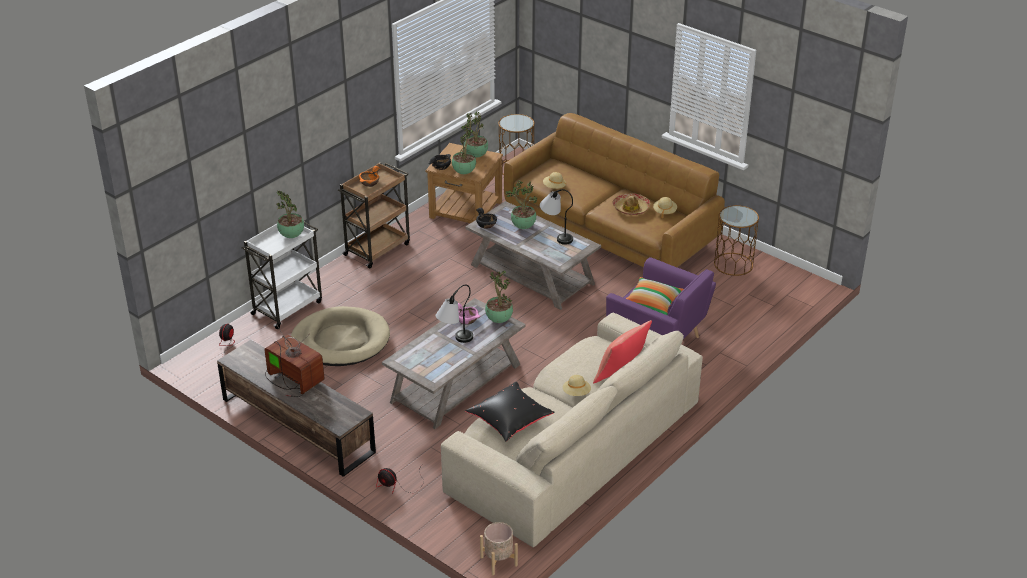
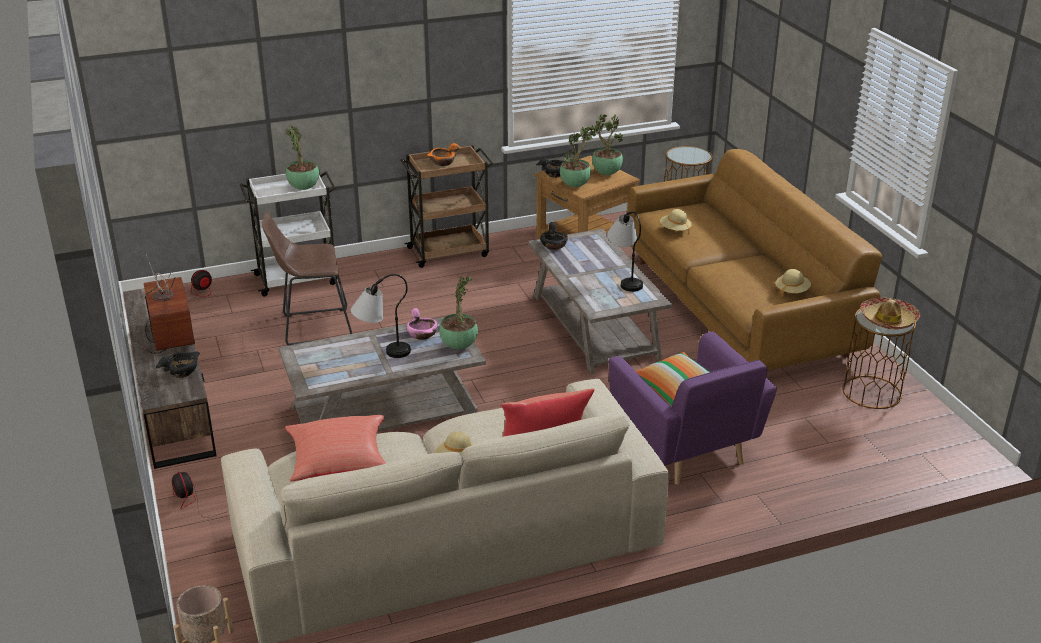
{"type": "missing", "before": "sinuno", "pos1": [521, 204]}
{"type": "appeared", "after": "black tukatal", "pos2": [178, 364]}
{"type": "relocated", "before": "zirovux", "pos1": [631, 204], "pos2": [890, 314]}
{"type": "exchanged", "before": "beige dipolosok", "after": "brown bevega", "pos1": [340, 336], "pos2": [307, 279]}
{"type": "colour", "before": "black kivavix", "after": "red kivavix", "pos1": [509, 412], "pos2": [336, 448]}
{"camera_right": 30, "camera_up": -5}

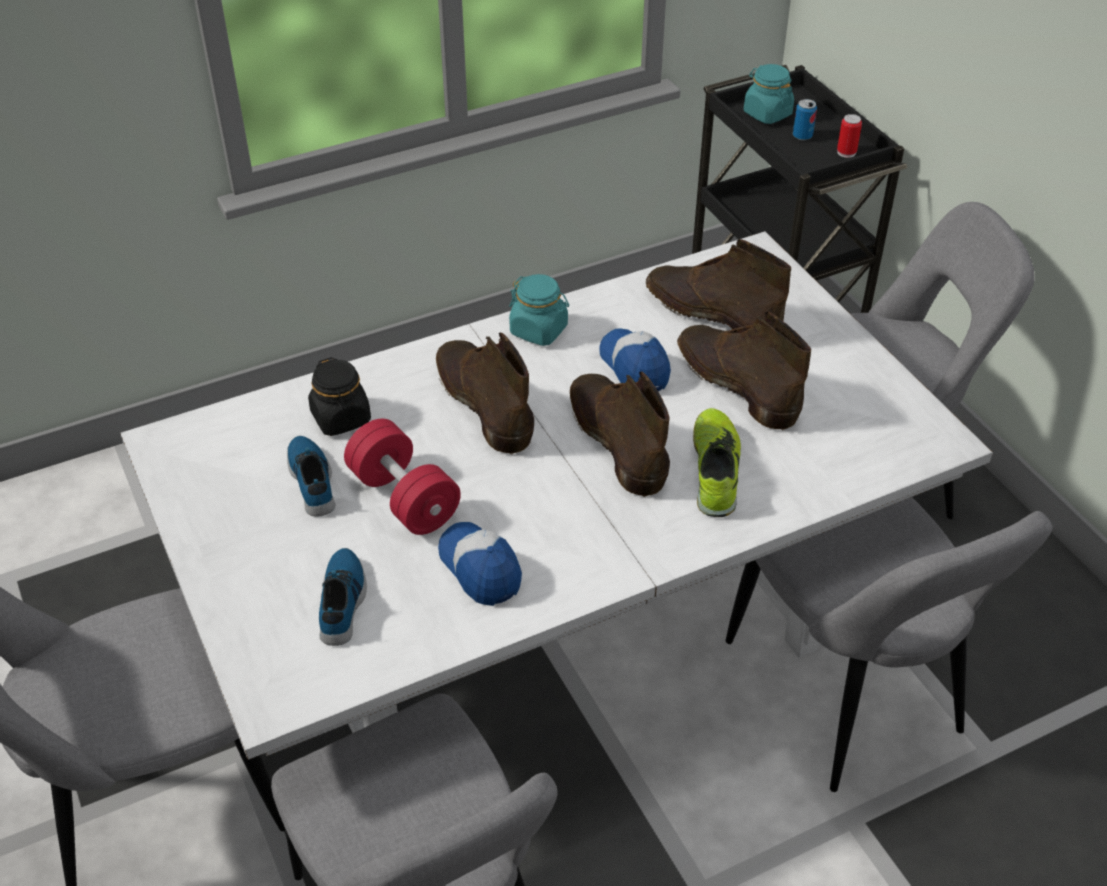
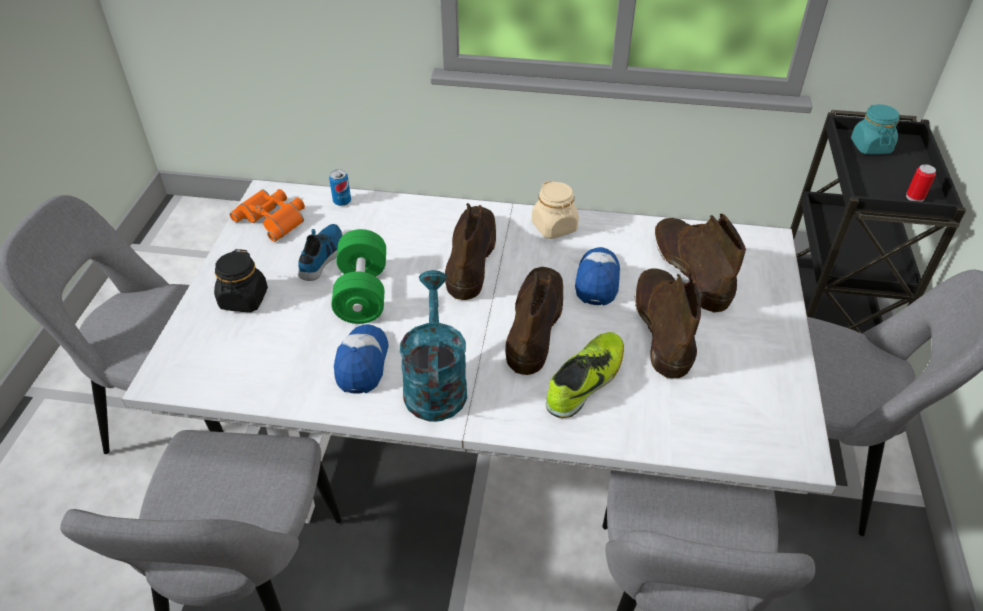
{"type": "missing", "before": "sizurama", "pos1": [343, 597]}
{"type": "appeared", "after": "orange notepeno", "pos2": [267, 215]}
{"type": "appeared", "after": "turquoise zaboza", "pos2": [433, 346]}
{"type": "relocated", "before": "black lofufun", "pos1": [339, 396], "pos2": [241, 280]}
{"type": "relocated", "before": "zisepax", "pos1": [805, 120], "pos2": [340, 187]}
{"type": "colour", "before": "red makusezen", "after": "green makusezen", "pos1": [402, 477], "pos2": [358, 276]}
{"type": "colour", "before": "turquoise lofufun", "after": "beige lofufun", "pos1": [539, 310], "pos2": [555, 209]}
{"camera_right": 35, "camera_up": 0}

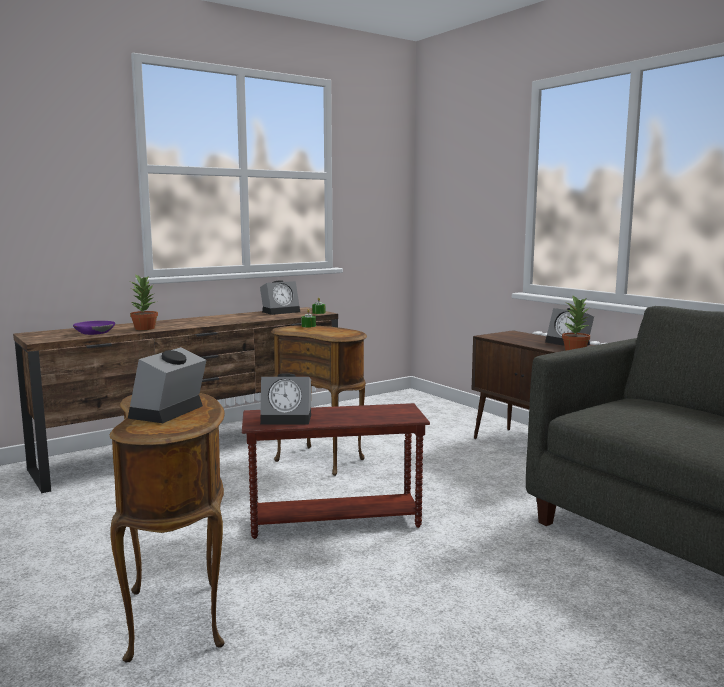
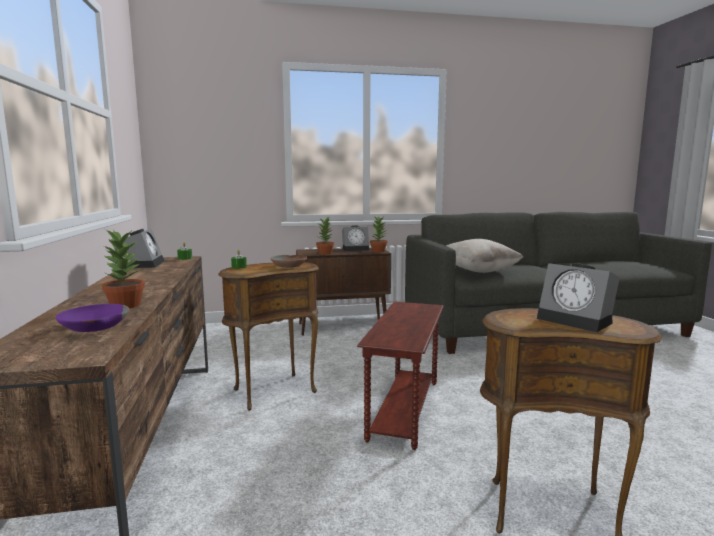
{"type": "missing", "before": "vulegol", "pos1": [285, 399]}
{"type": "appeared", "after": "brown tukatal", "pos2": [288, 261]}
{"type": "appeared", "after": "sinuno", "pos2": [325, 235]}
{"type": "appeared", "after": "beige kivavix", "pos2": [484, 256]}
{"camera_right": -65, "camera_up": 0}

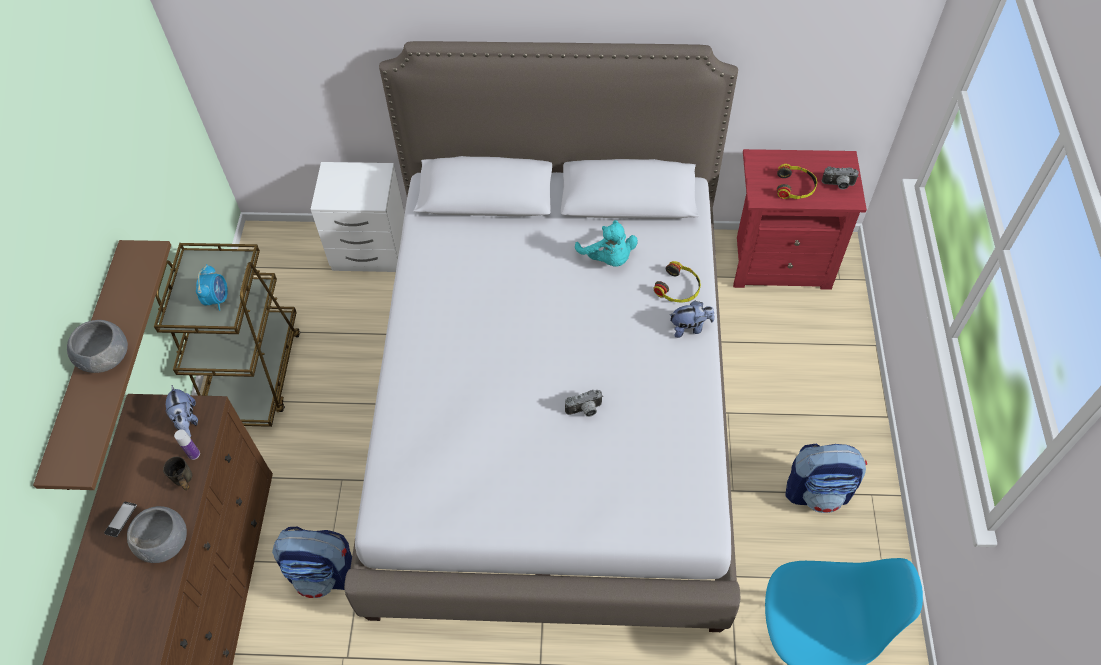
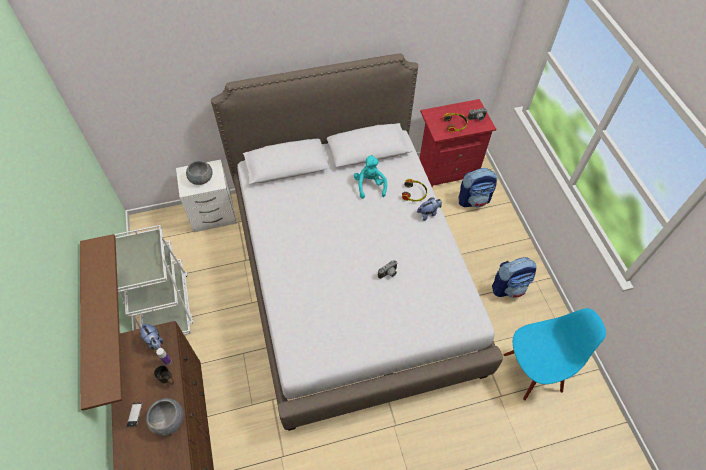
{"type": "missing", "before": "vulegol", "pos1": [212, 287]}
{"type": "relocated", "before": "grey tukatal", "pos1": [97, 346], "pos2": [199, 173]}
{"type": "relocated", "before": "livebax", "pos1": [312, 562], "pos2": [477, 187]}
{"type": "colour", "before": "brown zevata", "after": "white zevata", "pos1": [227, 335], "pos2": [154, 280]}
{"type": "spun", "before": "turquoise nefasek", "pos1": [606, 243], "pos2": [370, 177], "turn": -135}
{"camera_right": -20, "camera_up": 0}

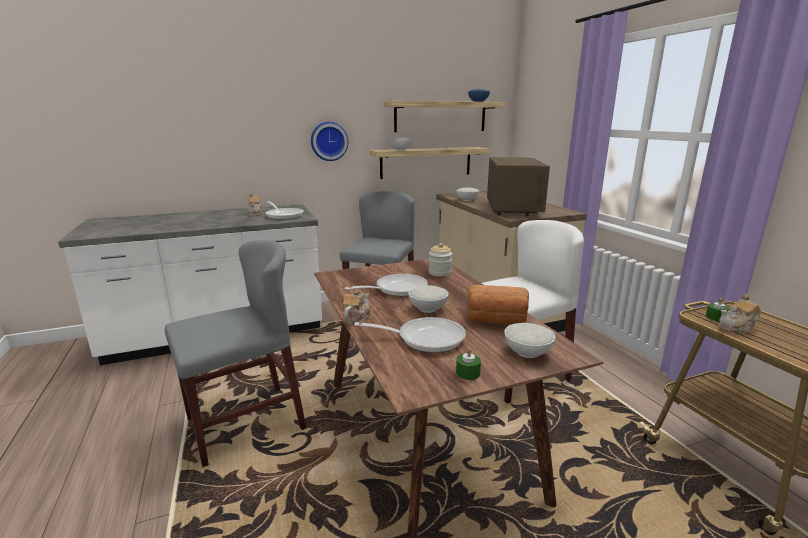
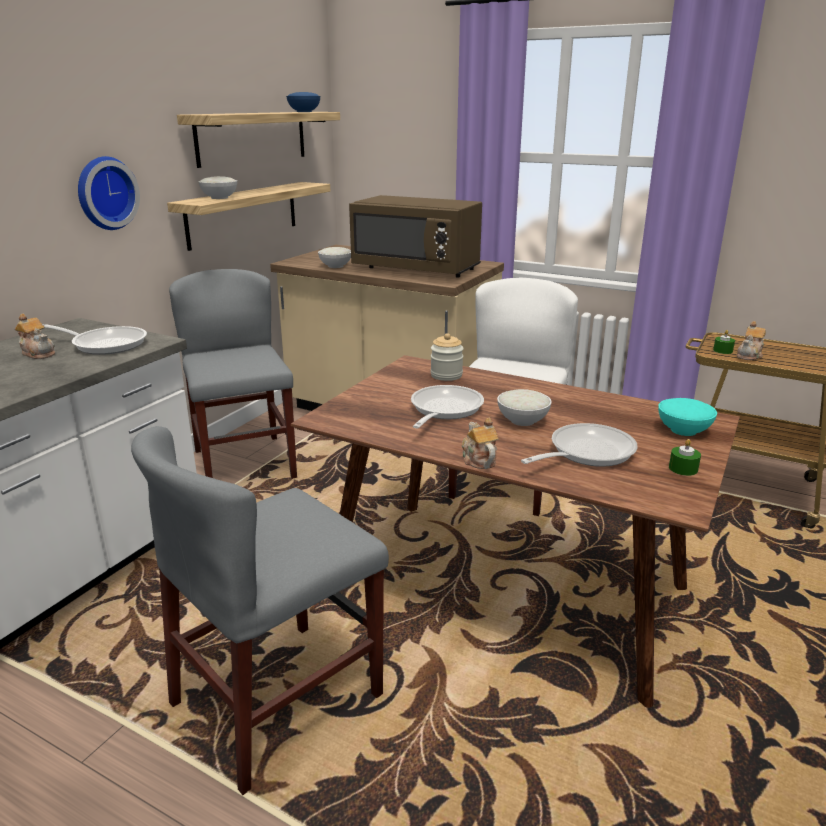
{"type": "missing", "before": "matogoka", "pos1": [498, 305]}
{"type": "colour", "before": "white tukatal", "after": "turquoise tukatal", "pos1": [529, 340], "pos2": [687, 417]}
{"type": "spun", "before": "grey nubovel", "pos1": [235, 353], "pos2": [260, 610], "turn": -150}
{"type": "spun", "before": "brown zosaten", "pos1": [518, 186], "pos2": [415, 236], "turn": 150}
{"camera_right": -40, "camera_up": 5}

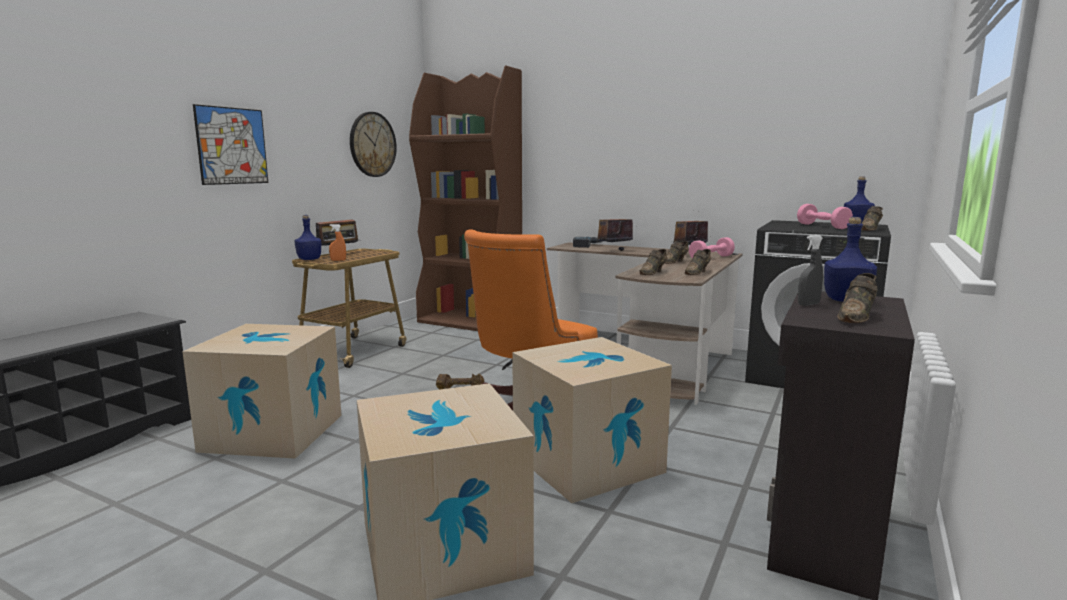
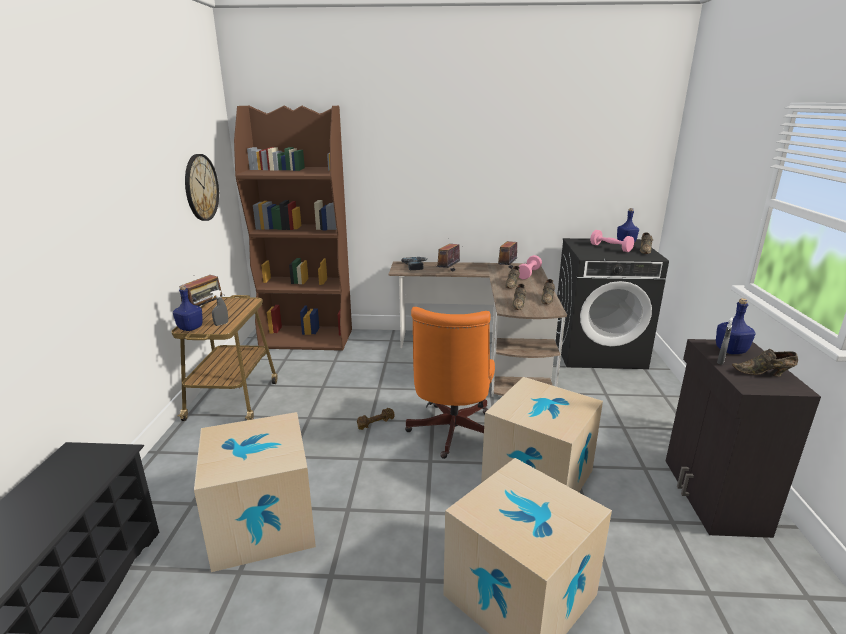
{"type": "missing", "before": "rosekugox", "pos1": [230, 144]}
{"type": "colour", "before": "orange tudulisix", "after": "grey tudulisix", "pos1": [337, 242], "pos2": [219, 308]}
{"type": "spun", "before": "brown sizurama", "pos1": [857, 298], "pos2": [765, 363], "turn": 90}
{"camera_right": -25, "camera_up": 10}

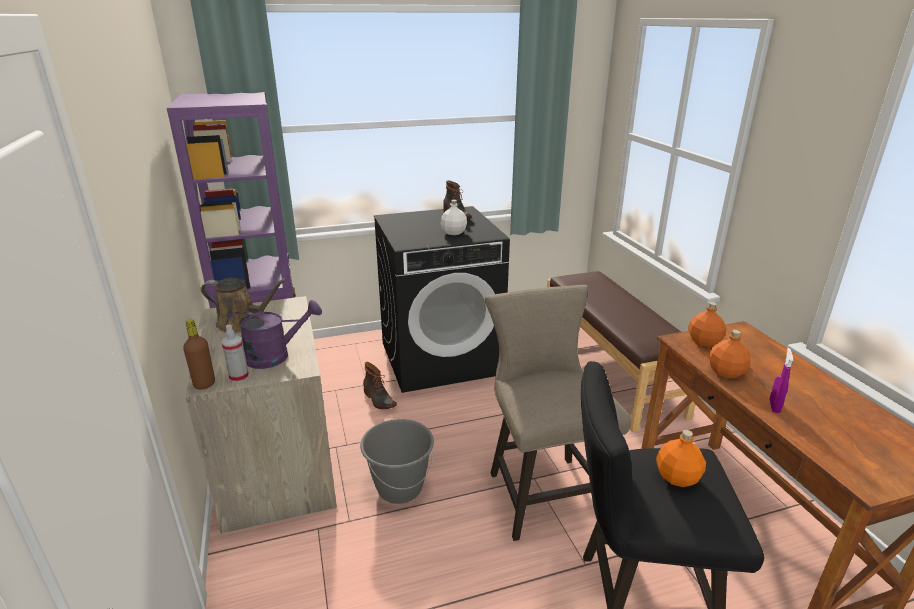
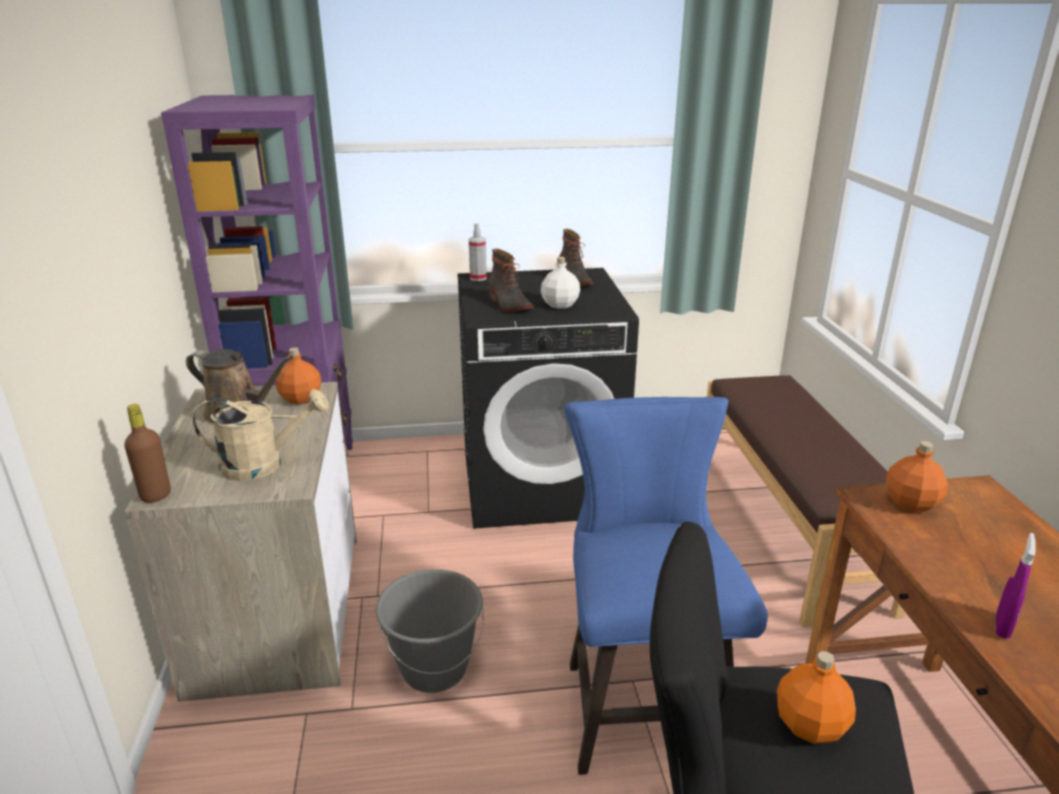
{"type": "relocated", "before": "tudulisix", "pos1": [235, 354], "pos2": [478, 252]}
{"type": "relocated", "before": "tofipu", "pos1": [380, 385], "pos2": [511, 280]}
{"type": "relocated", "before": "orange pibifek", "pos1": [730, 354], "pos2": [298, 376]}
{"type": "colour", "before": "purple zaboza", "after": "beige zaboza", "pos1": [274, 334], "pos2": [260, 435]}
{"type": "colour", "before": "beige bevega", "after": "blue bevega", "pos1": [558, 413], "pos2": [666, 586]}
{"camera_right": 10, "camera_up": 0}

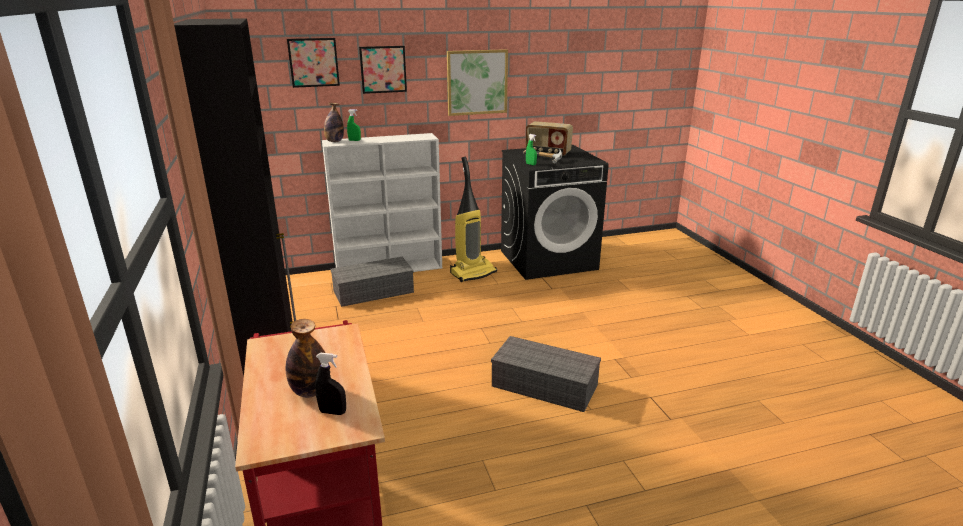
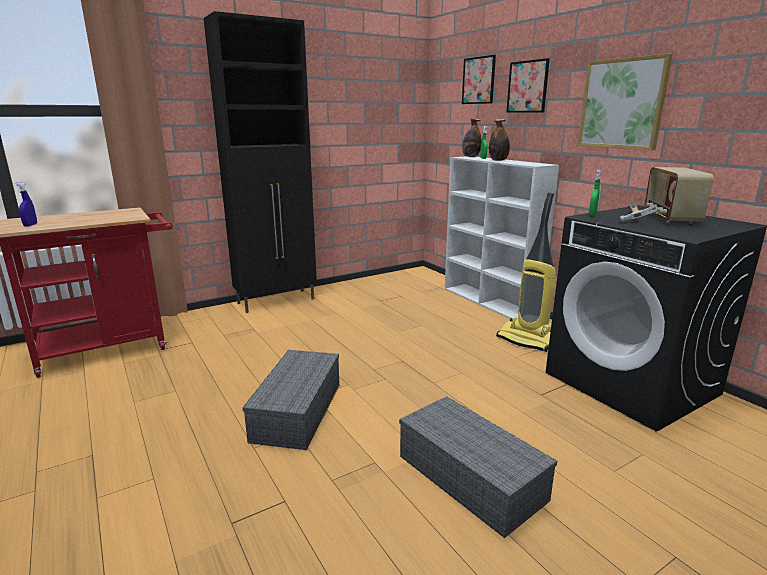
{"type": "relocated", "before": "pibifek", "pos1": [307, 358], "pos2": [499, 140]}
{"type": "relocated", "before": "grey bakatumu", "pos1": [372, 282], "pos2": [478, 467]}
{"type": "colour", "before": "black tudulisix", "after": "blue tudulisix", "pos1": [330, 384], "pos2": [26, 204]}
{"camera_right": 75, "camera_up": -5}

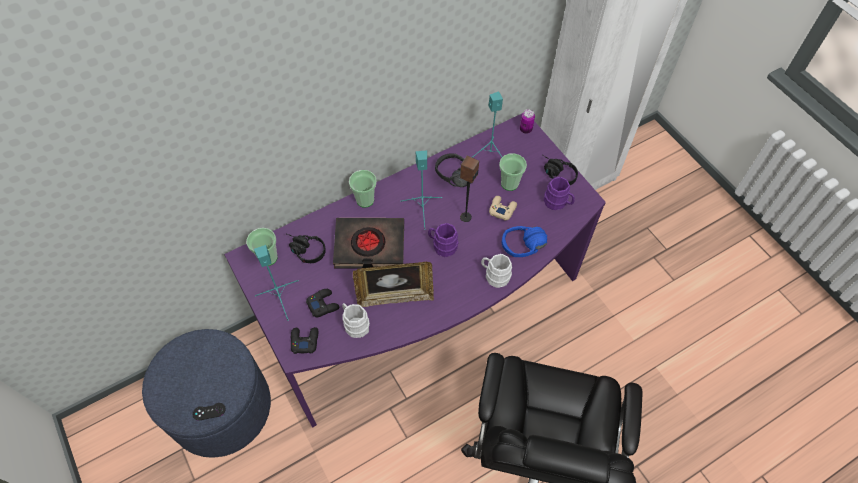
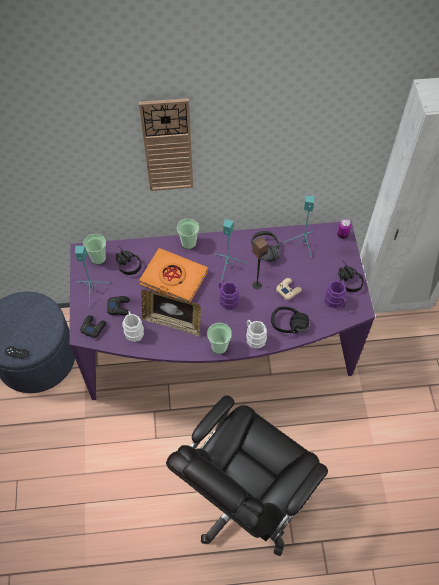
{"type": "appeared", "after": "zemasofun", "pos2": [166, 144]}
{"type": "relocated", "before": "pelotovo", "pos1": [513, 172], "pos2": [219, 338]}
{"type": "colour", "before": "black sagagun", "after": "orange sagagun", "pos1": [368, 243], "pos2": [173, 275]}
{"type": "colour", "before": "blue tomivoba", "after": "black tomivoba", "pos1": [524, 241], "pos2": [290, 320]}
{"camera_right": 25, "camera_up": 0}

